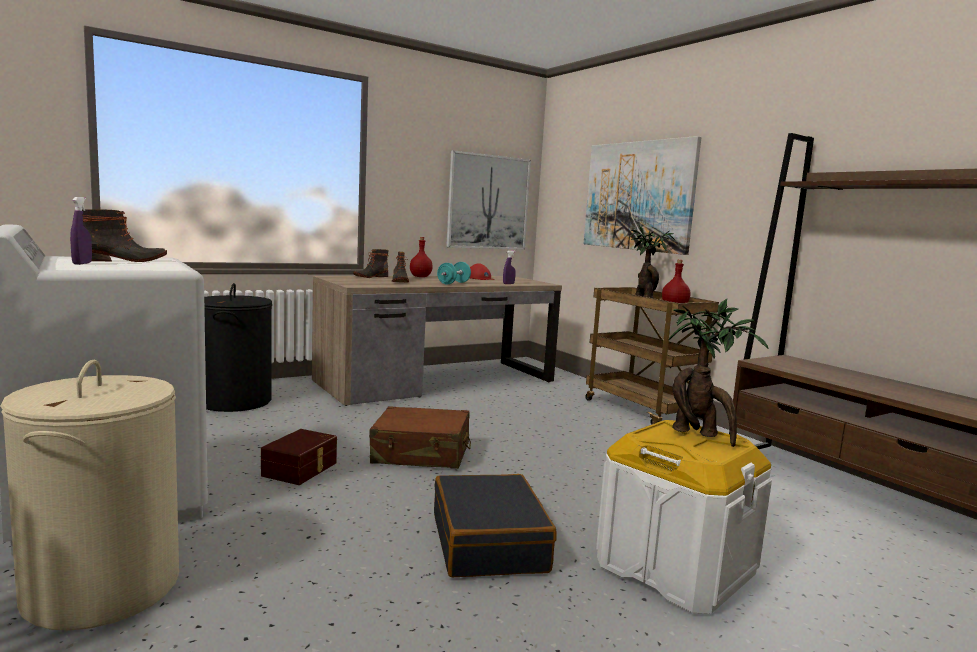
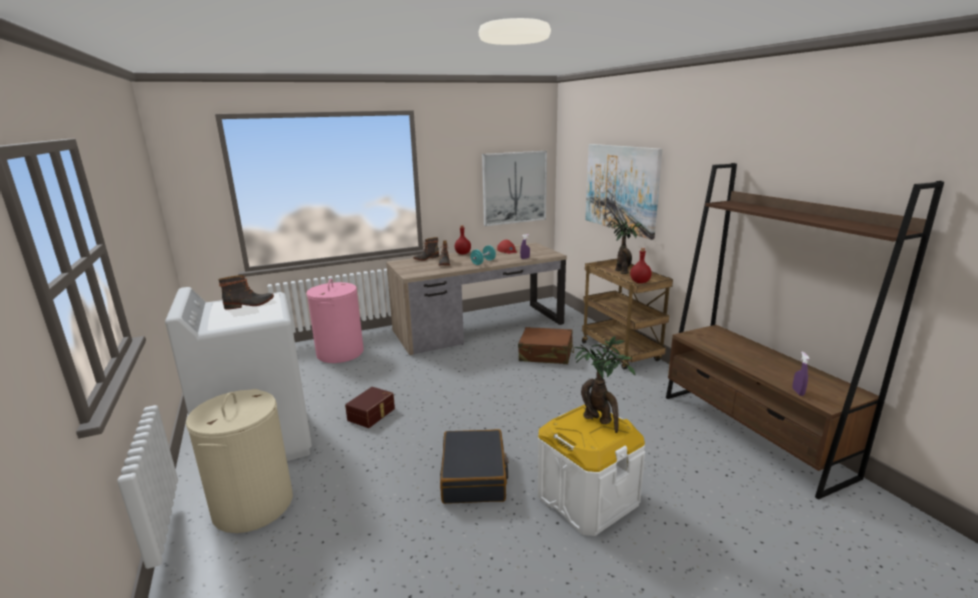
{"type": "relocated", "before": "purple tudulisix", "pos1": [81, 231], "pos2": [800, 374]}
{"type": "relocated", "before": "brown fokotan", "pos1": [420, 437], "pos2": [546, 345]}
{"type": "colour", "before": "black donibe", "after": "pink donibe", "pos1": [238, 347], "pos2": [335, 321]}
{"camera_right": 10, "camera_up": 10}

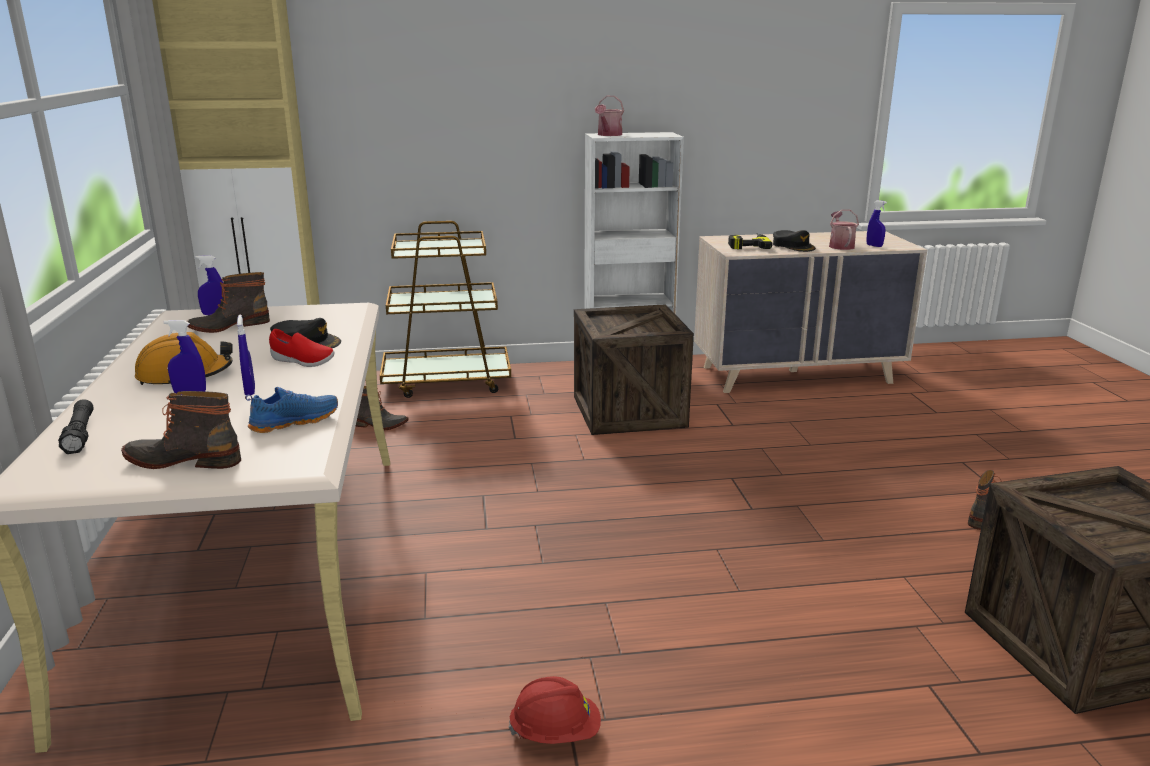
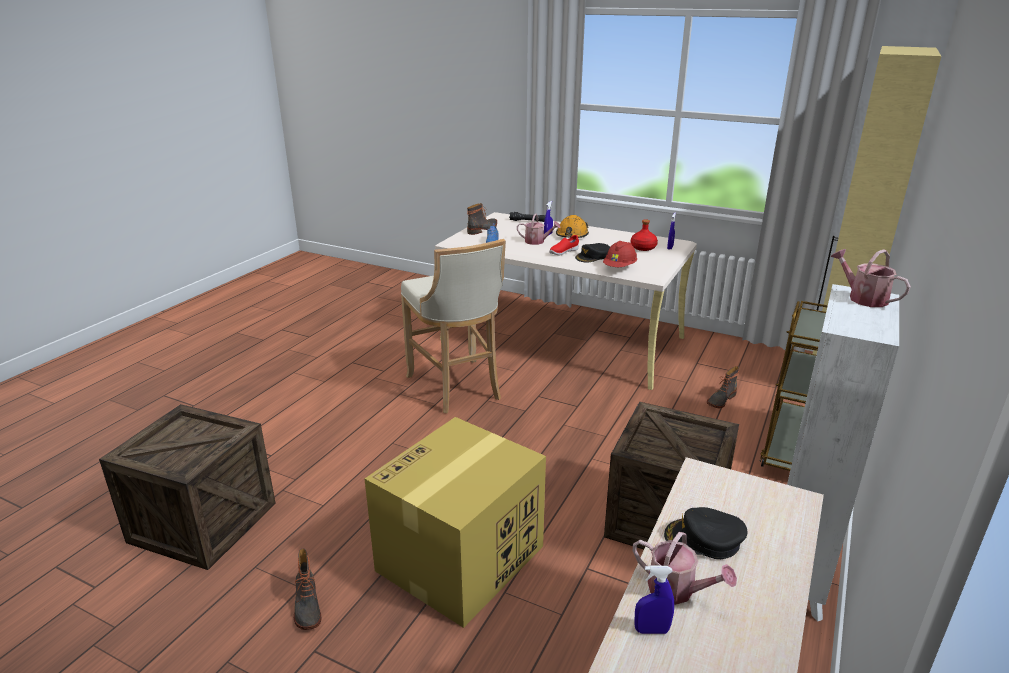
{"type": "missing", "before": "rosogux", "pos1": [750, 241]}
{"type": "appeared", "after": "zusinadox", "pos2": [455, 522]}
{"type": "appeared", "after": "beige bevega", "pos2": [453, 326]}
{"type": "relocated", "before": "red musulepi", "pos1": [554, 710], "pos2": [620, 254]}
{"type": "exchanged", "before": "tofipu", "after": "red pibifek", "pos1": [228, 302], "pos2": [644, 235]}
{"type": "exchanged", "before": "blue tudulisix", "after": "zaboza", "pos1": [246, 355], "pos2": [538, 229]}
{"camera_right": 125, "camera_up": 5}

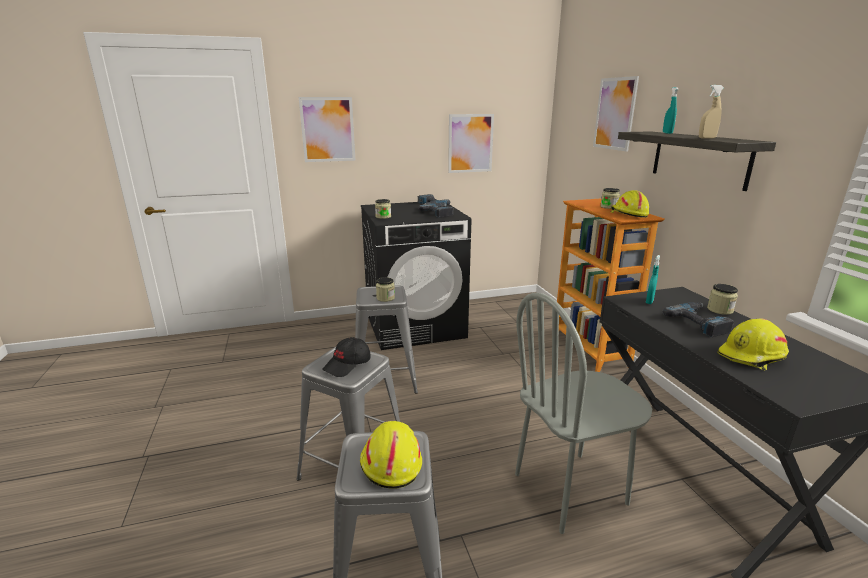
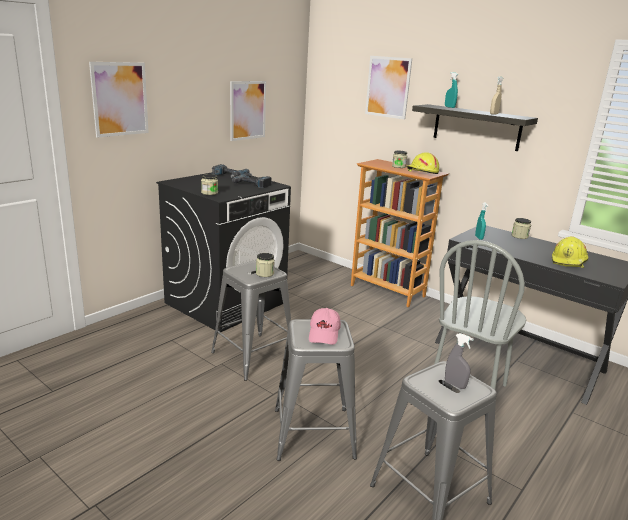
{"type": "missing", "before": "rosogux", "pos1": [698, 319]}
{"type": "exchanged", "before": "yellow musulepi", "after": "grey tudulisix", "pos1": [391, 455], "pos2": [459, 361]}
{"type": "colour", "before": "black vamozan", "after": "pink vamozan", "pos1": [346, 357], "pos2": [325, 326]}
{"camera_right": -35, "camera_up": 0}

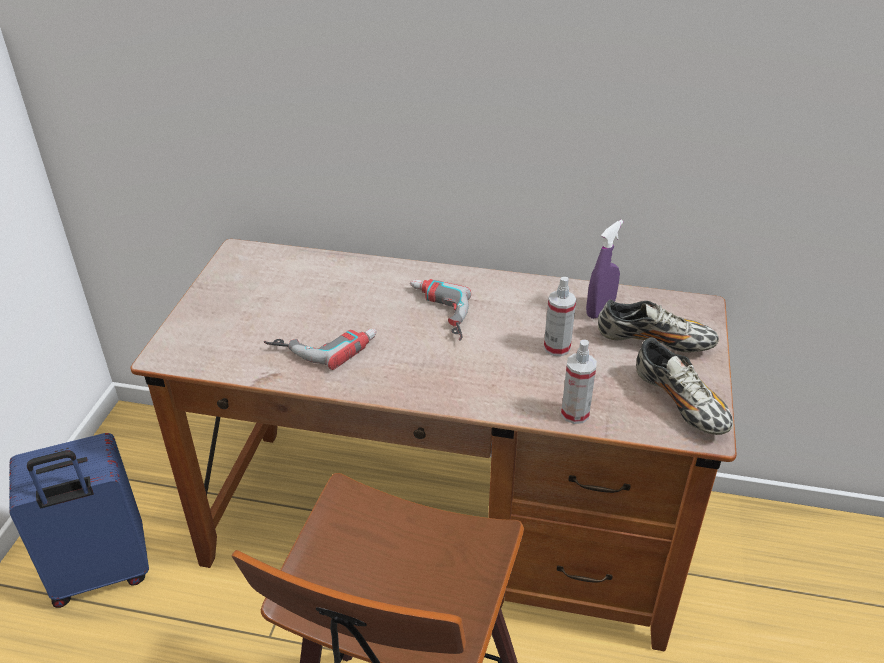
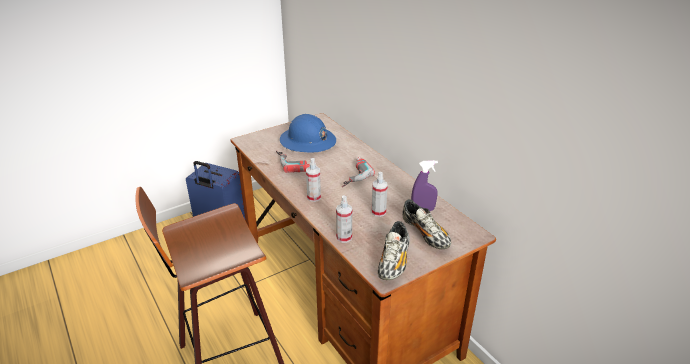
{"type": "appeared", "after": "blue musulepi", "pos2": [308, 133]}
{"type": "appeared", "after": "tudulisix", "pos2": [313, 180]}
{"camera_right": 45, "camera_up": -5}

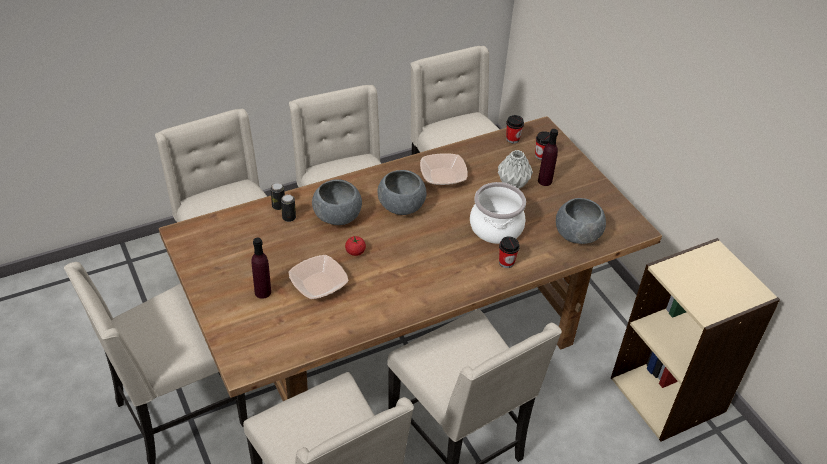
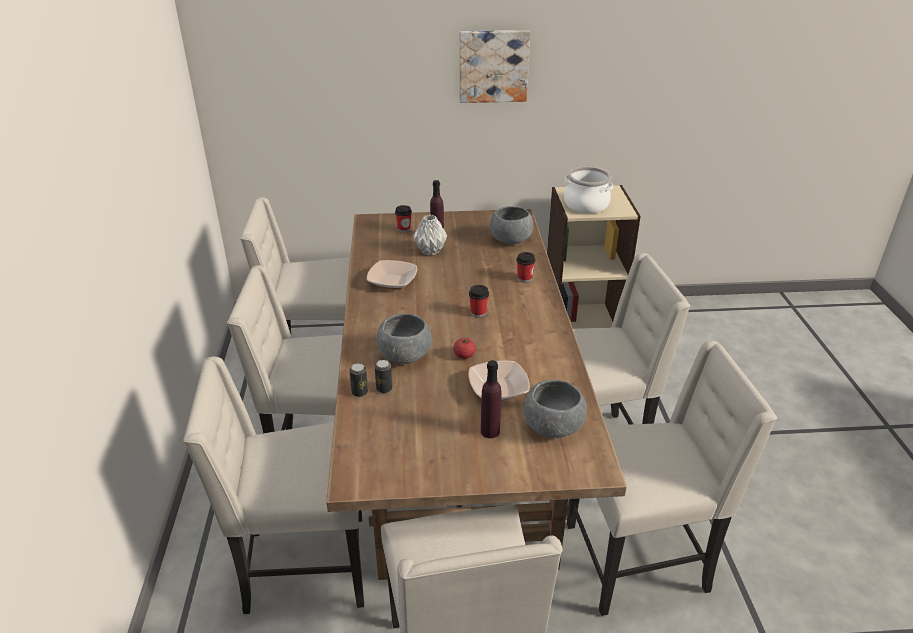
{"type": "appeared", "after": "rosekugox", "pos2": [494, 66]}
{"type": "relocated", "before": "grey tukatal", "pos1": [401, 192], "pos2": [555, 409]}
{"type": "relocated", "before": "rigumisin", "pos1": [498, 213], "pos2": [588, 189]}
{"type": "relocated", "before": "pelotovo", "pos1": [515, 129], "pos2": [479, 301]}
{"camera_right": -65, "camera_up": -10}

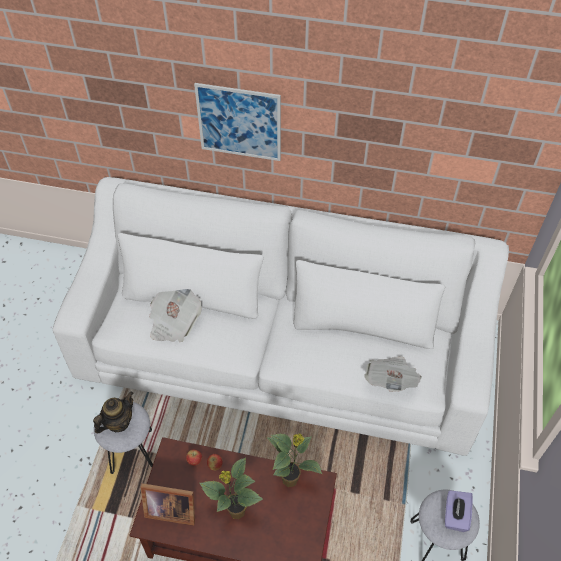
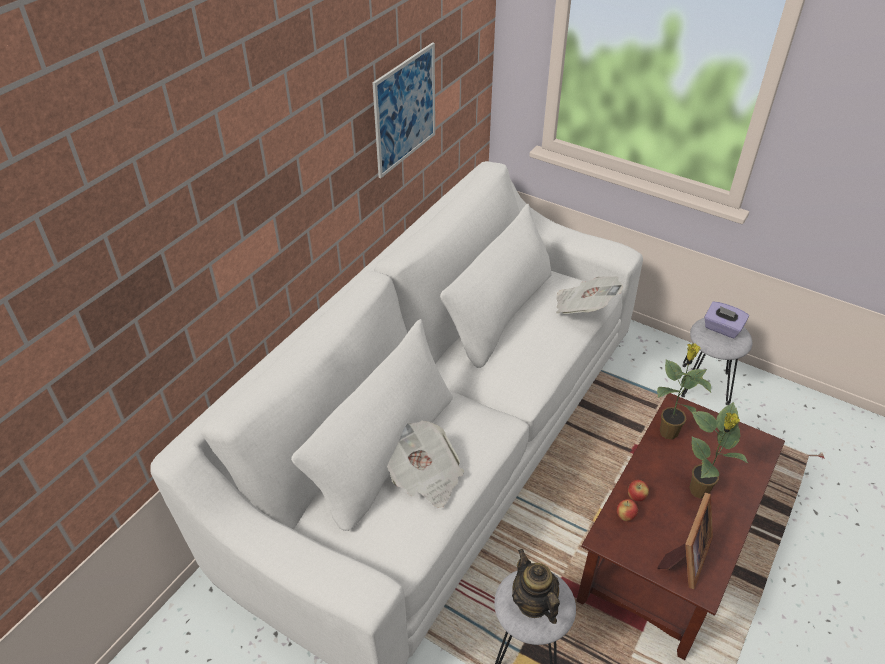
{"type": "relocated", "before": "rosekugox", "pos1": [237, 122], "pos2": [403, 110]}
{"camera_right": -70, "camera_up": -10}

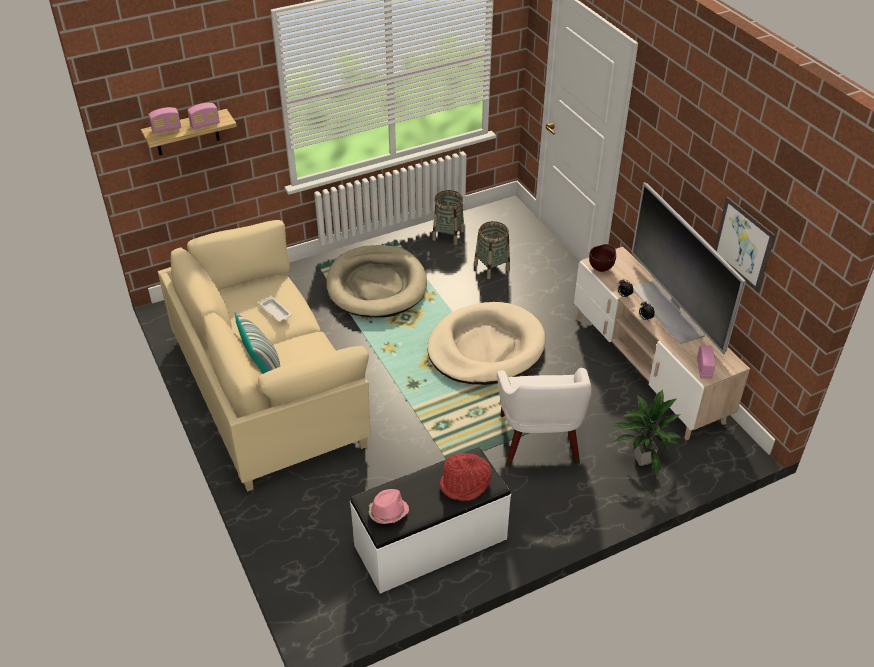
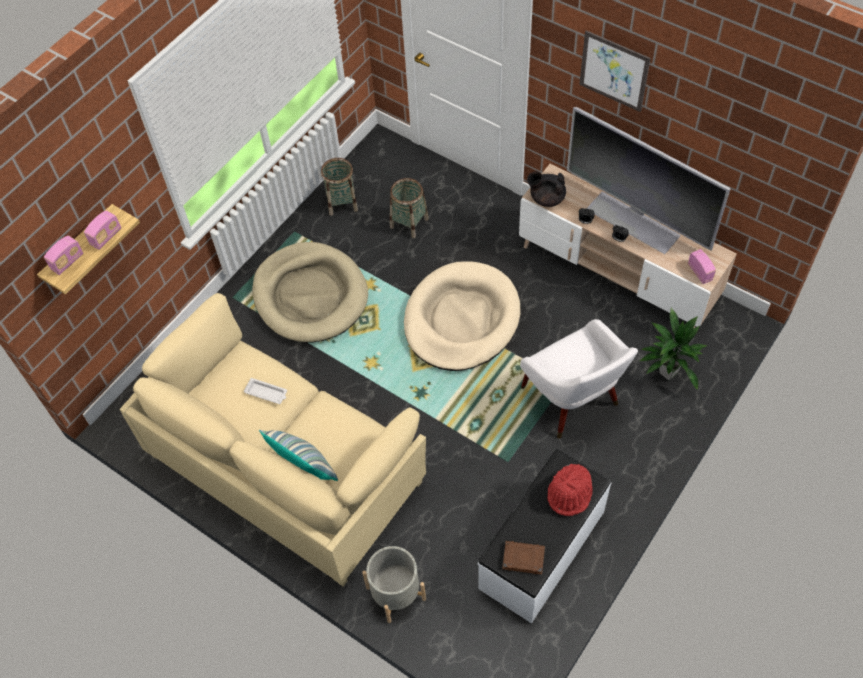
{"type": "appeared", "after": "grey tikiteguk", "pos2": [394, 584]}
{"type": "relocated", "before": "rosekugox", "pos1": [744, 244], "pos2": [615, 71]}
{"type": "exchanged", "before": "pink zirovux", "after": "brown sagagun", "pos1": [389, 506], "pos2": [523, 558]}
{"type": "exchanged", "before": "brown tukatal", "after": "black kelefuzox", "pos1": [602, 258], "pos2": [546, 189]}
{"camera_right": -25, "camera_up": 15}

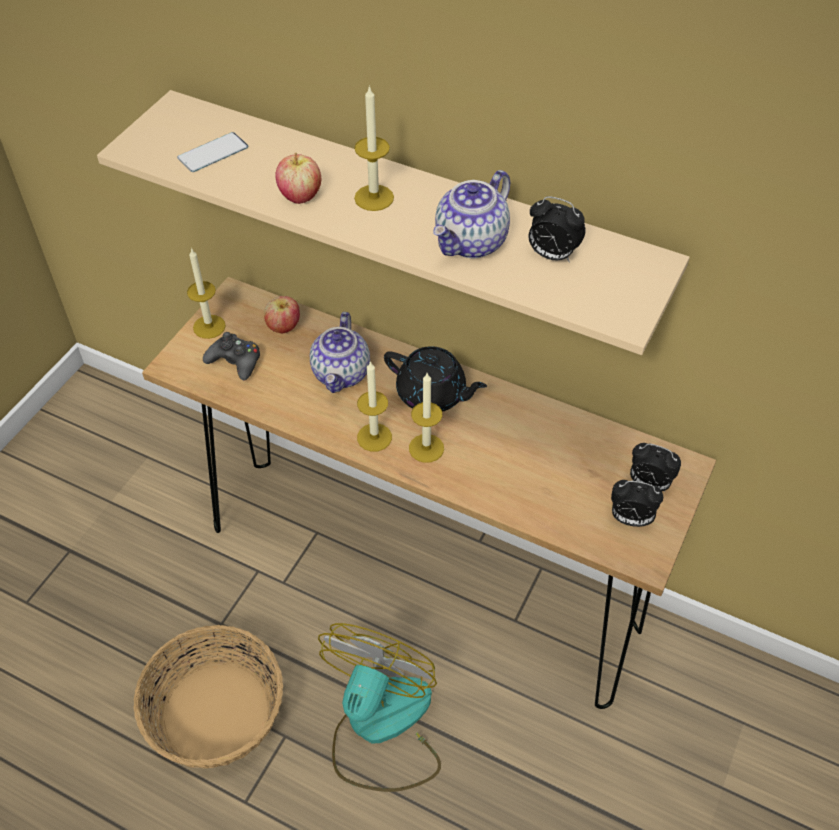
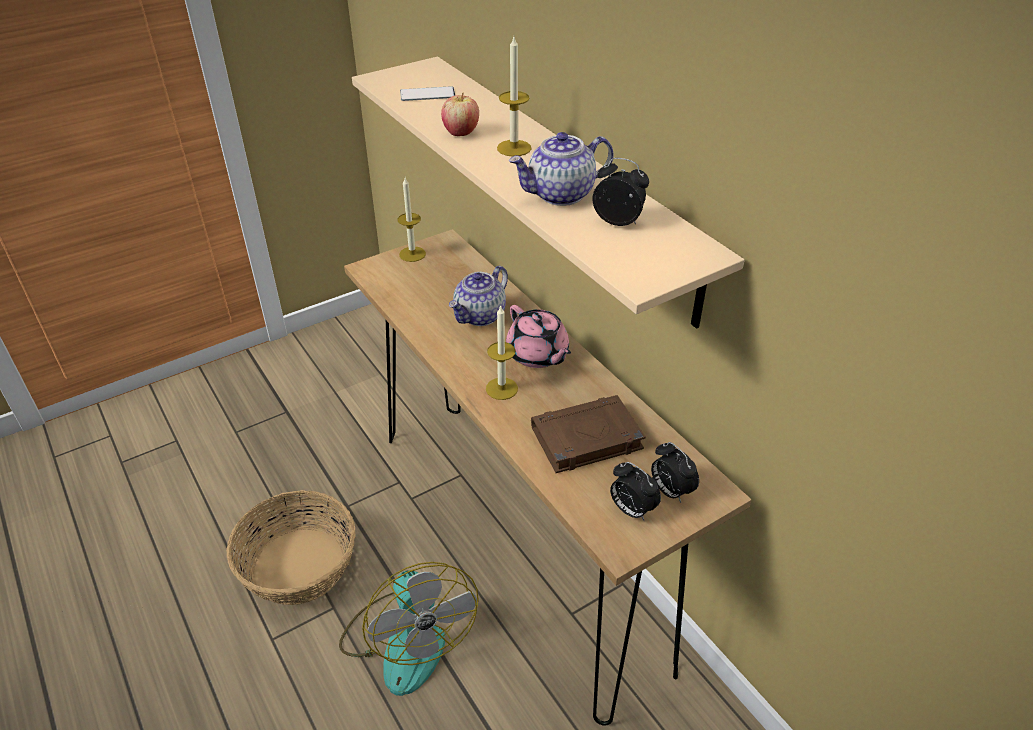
{"type": "missing", "before": "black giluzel", "pos1": [231, 356]}
{"type": "missing", "before": "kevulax", "pos1": [282, 314]}
{"type": "missing", "before": "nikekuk", "pos1": [374, 406]}
{"type": "appeared", "after": "brown sagagun", "pos2": [588, 434]}
{"type": "colour", "before": "black kelefuzox", "after": "pink kelefuzox", "pos1": [435, 379], "pos2": [538, 336]}
{"type": "spun", "before": "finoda", "pos1": [379, 707], "pos2": [409, 629], "turn": 105}
{"type": "spun", "before": "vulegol", "pos1": [557, 229], "pos2": [620, 192], "turn": 150}
{"camera_right": 30, "camera_up": -10}

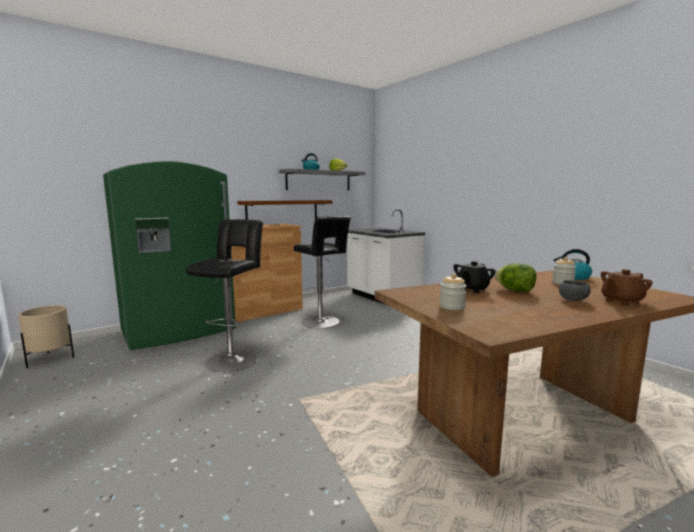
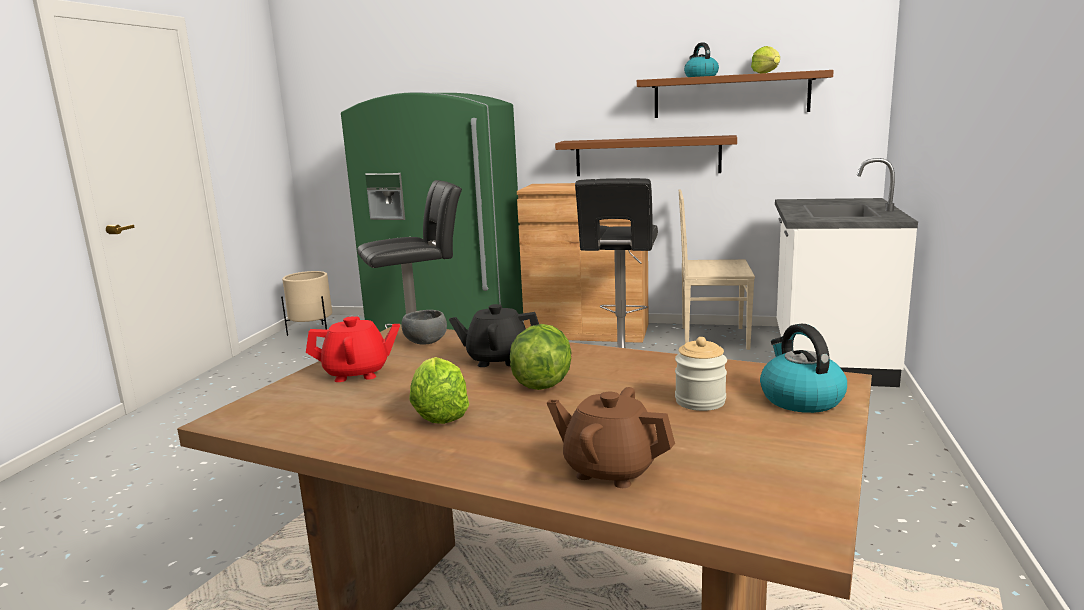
{"type": "appeared", "after": "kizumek", "pos2": [439, 390]}
{"type": "appeared", "after": "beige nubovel", "pos2": [717, 269]}
{"type": "relocated", "before": "grey tukatal", "pos1": [575, 290], "pos2": [424, 327]}
{"type": "exchanged", "before": "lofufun", "after": "red kelefuzox", "pos1": [453, 292], "pos2": [353, 349]}
{"type": "colour", "before": "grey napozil", "after": "brown napozil", "pos1": [322, 179], "pos2": [735, 94]}
{"camera_right": 50, "camera_up": 5}

